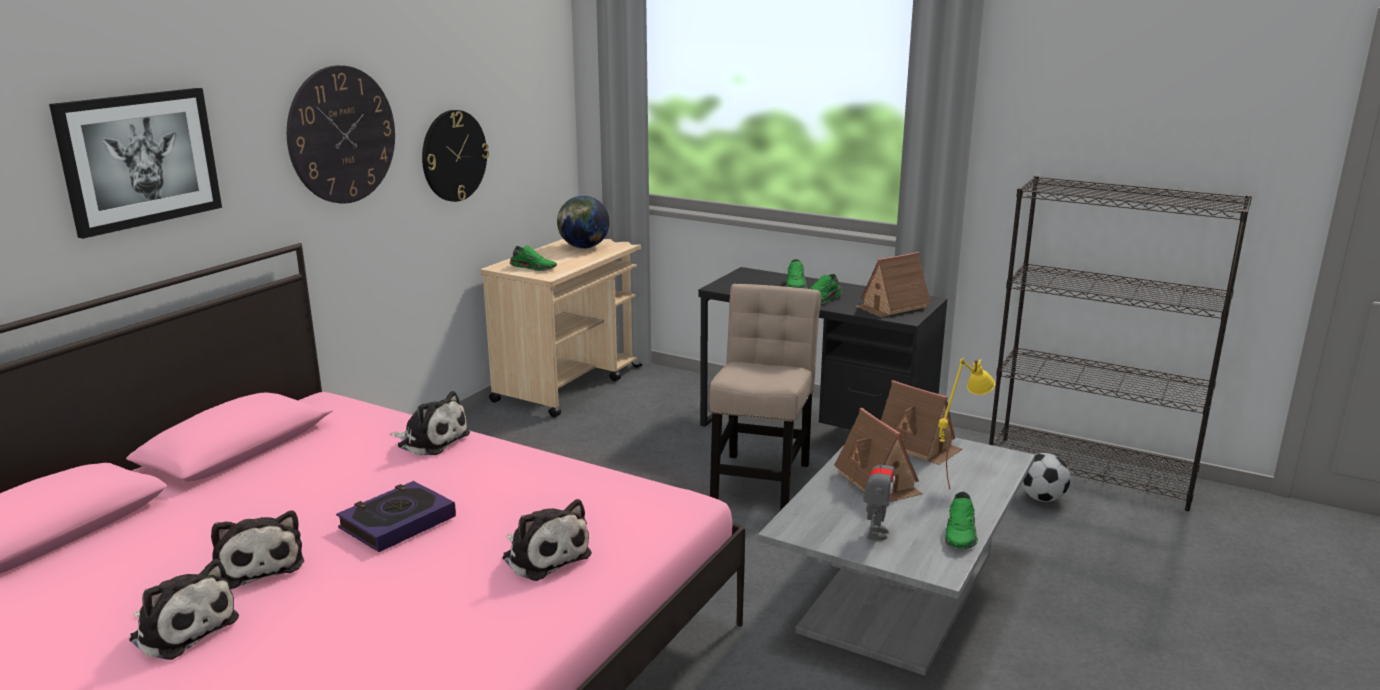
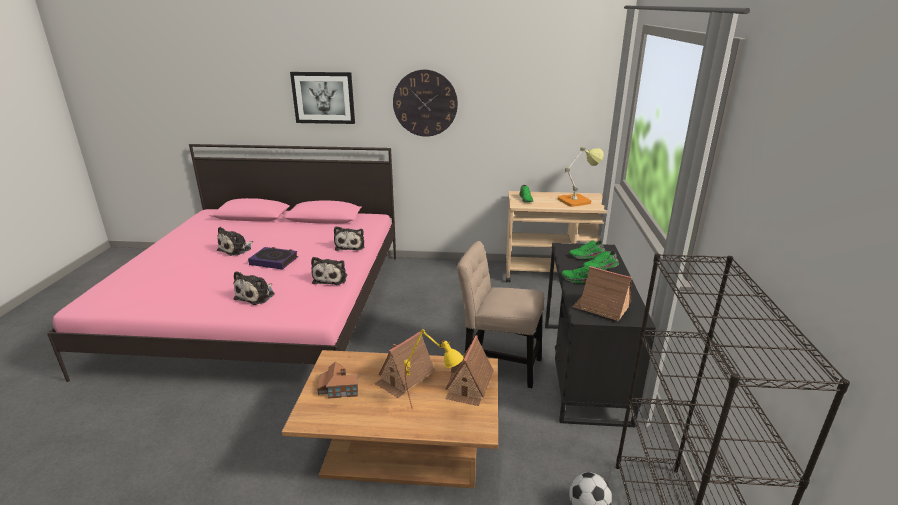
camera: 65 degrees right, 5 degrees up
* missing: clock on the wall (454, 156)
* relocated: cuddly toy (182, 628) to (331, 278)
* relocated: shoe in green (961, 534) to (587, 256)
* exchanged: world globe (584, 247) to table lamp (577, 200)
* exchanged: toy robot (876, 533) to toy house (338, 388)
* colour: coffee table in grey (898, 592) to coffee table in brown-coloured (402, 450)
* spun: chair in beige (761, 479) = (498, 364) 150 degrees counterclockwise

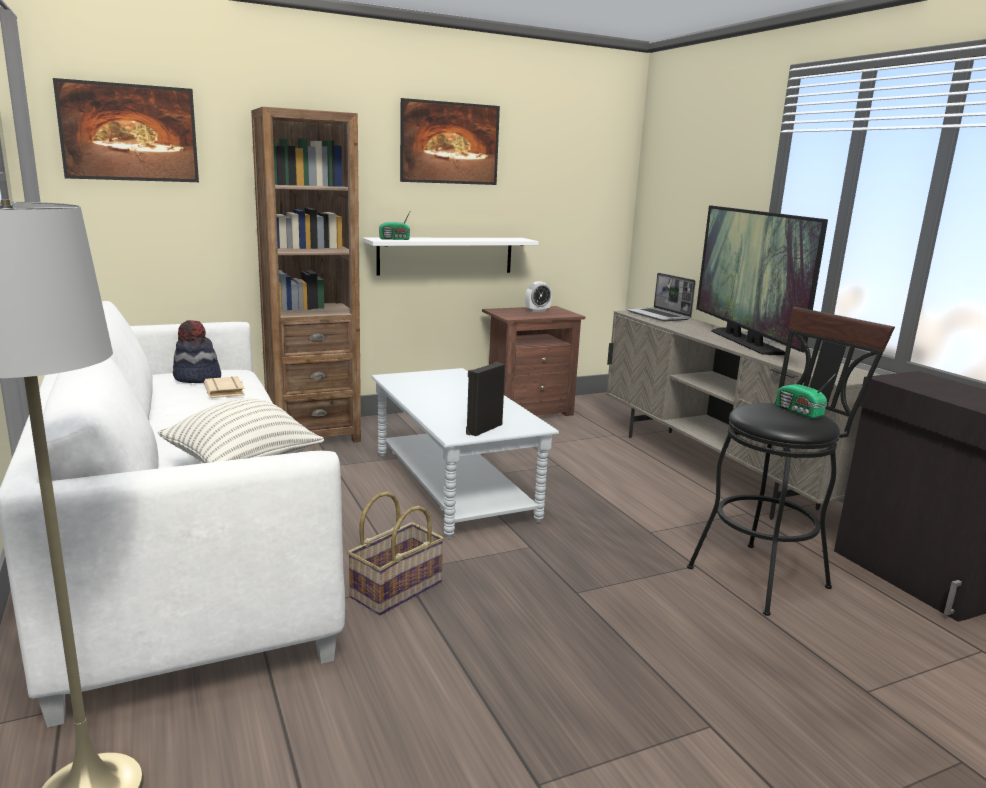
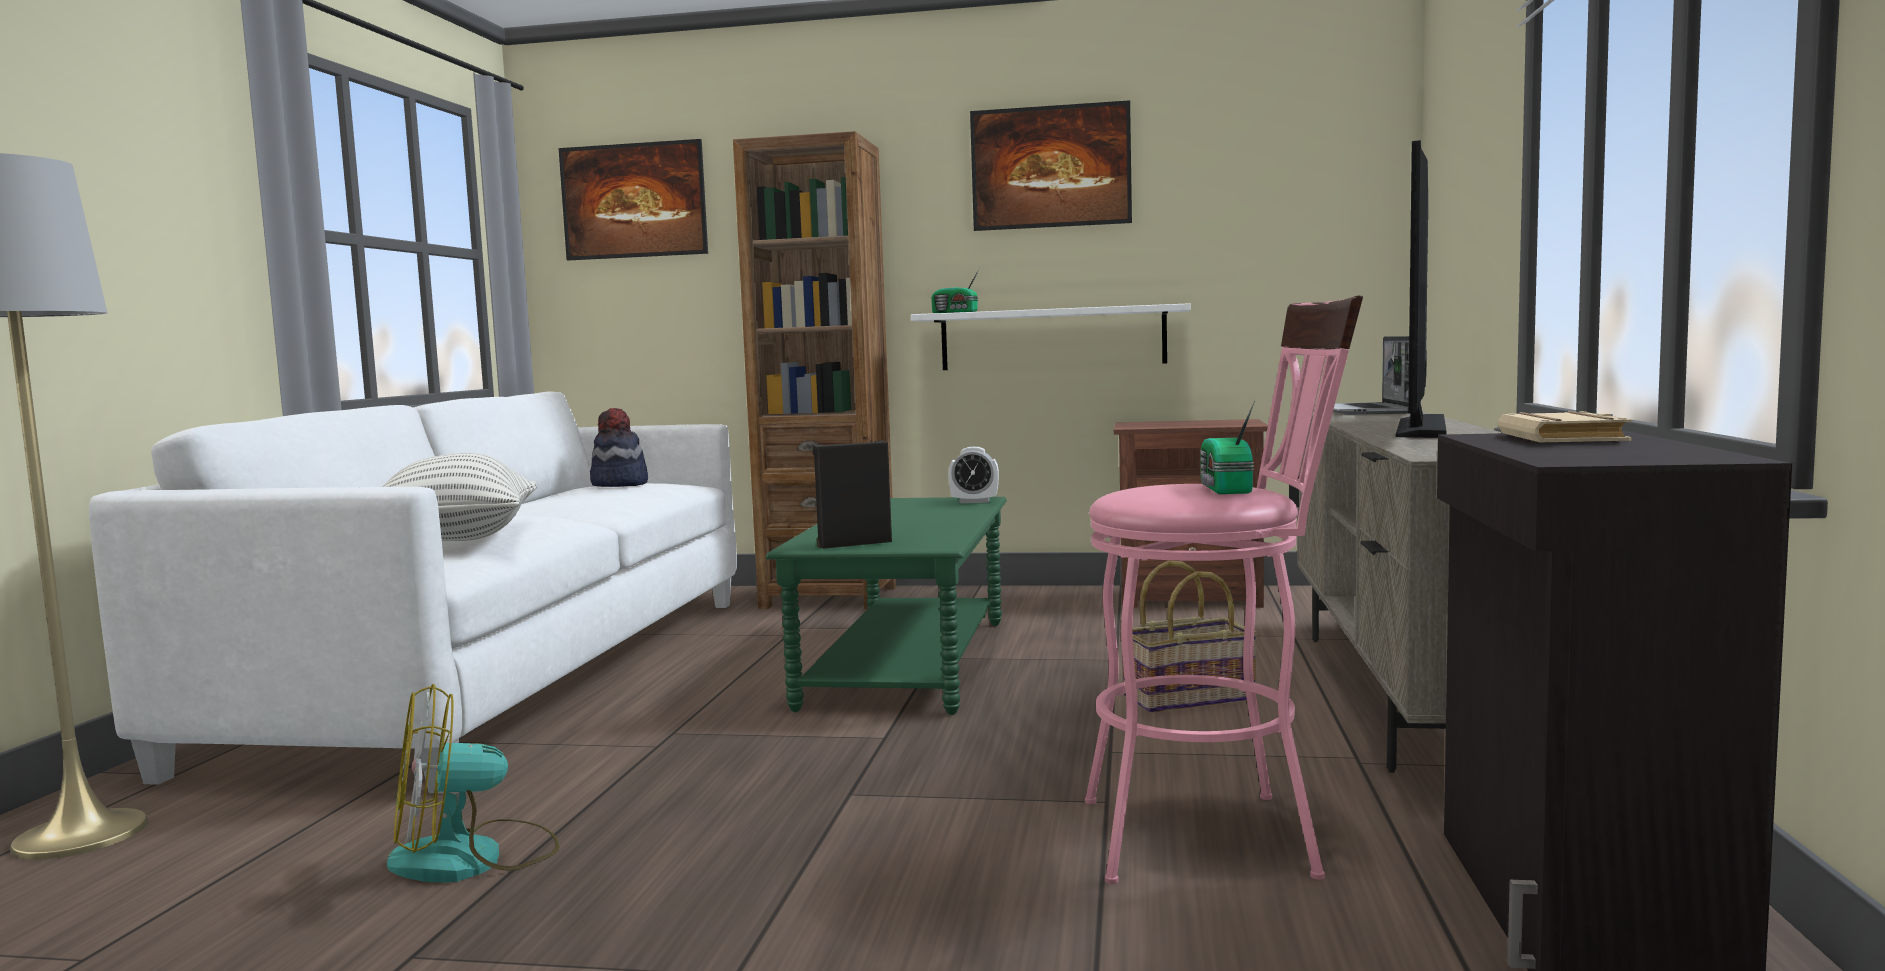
camera: 35 degrees right, 10 degrees down
* appeared: cooling fan (473, 858)
* relocated: bound book in beige (226, 391) to (1567, 439)
* relocated: basket (396, 589) to (1188, 697)
* relocated: alarm clock (537, 310) to (974, 502)
* colour: coffee table in grey (453, 485) to coffee table in green (908, 663)
* colour: stool in blackish (765, 574) to stool in pink (1218, 835)

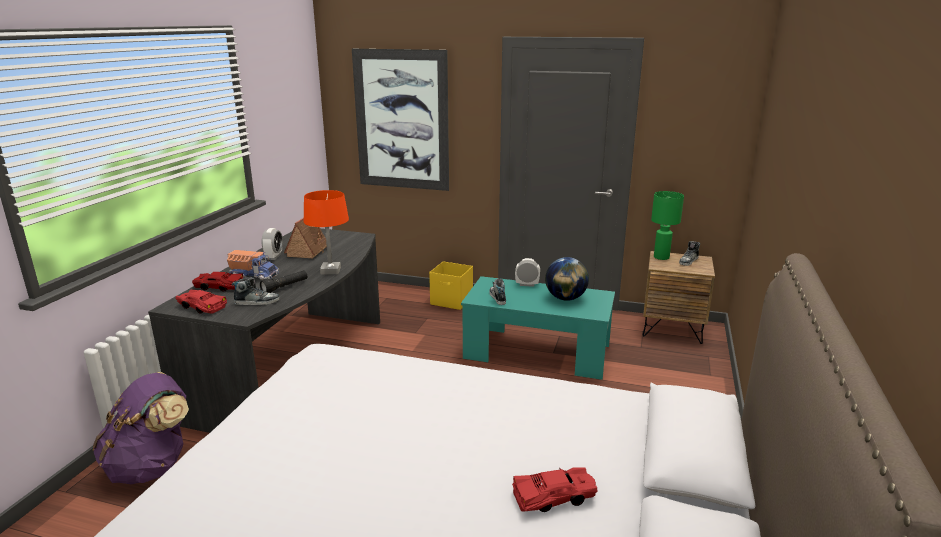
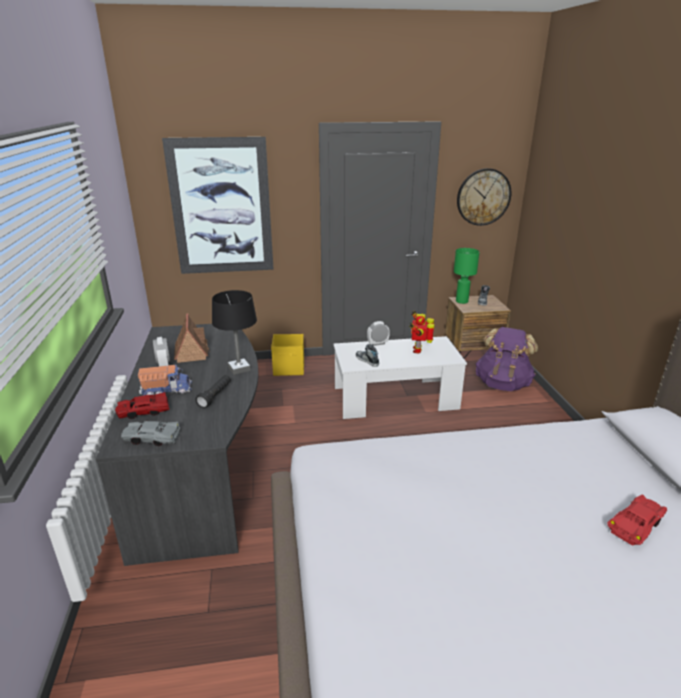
camera: 25 degrees left, 5 degrees up
* missing: shoe (257, 302)
* appeared: clock on the wall (483, 197)
* relocated: rucksack in purplish (152, 466) to (502, 384)
* exchanged: world globe (565, 298) to toy robot (418, 350)
* colour: miniature car in red (201, 307) to miniature car in grey (152, 438)
* colour: table lamp in orange-coloured (330, 271) to table lamp in blackish (239, 369)
* colour: coffee table in blue-green (537, 352) to coffee table in whitish (395, 398)

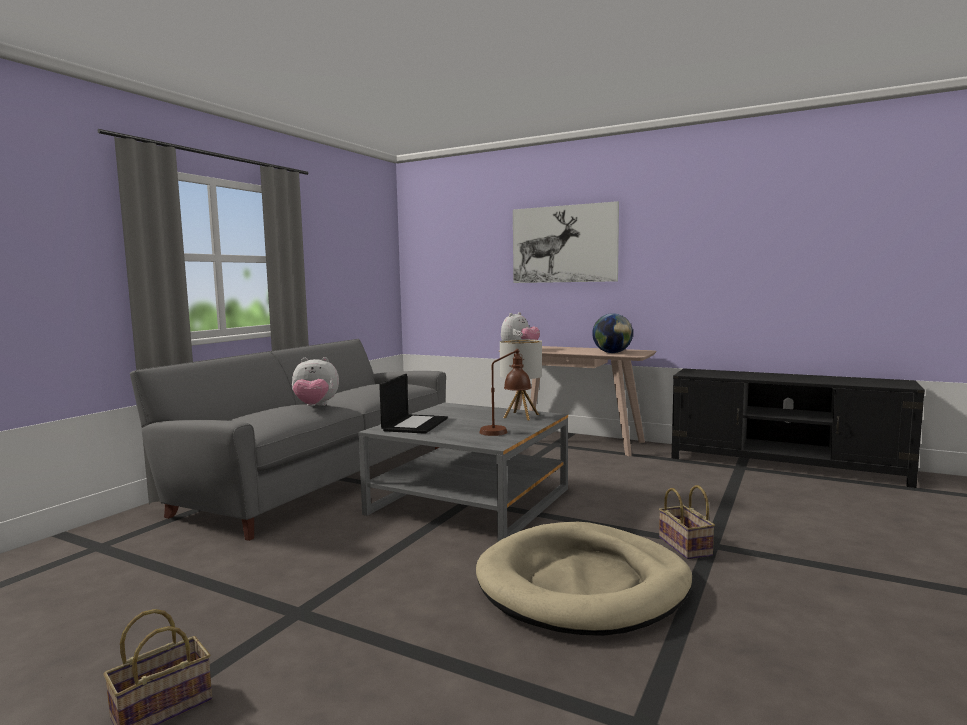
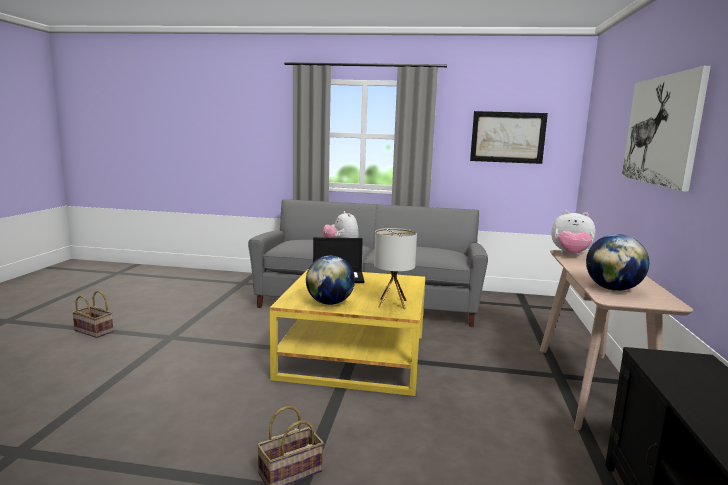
camera: 70 degrees right, 5 degrees up
* missing: dog bed in beige (583, 584)
* appeared: picture (507, 137)
* exchanged: table lamp in brown-coloured (505, 431) to world globe (329, 303)
* colour: coffee table in grey (470, 501) to coffee table in yellow-coloured (354, 356)

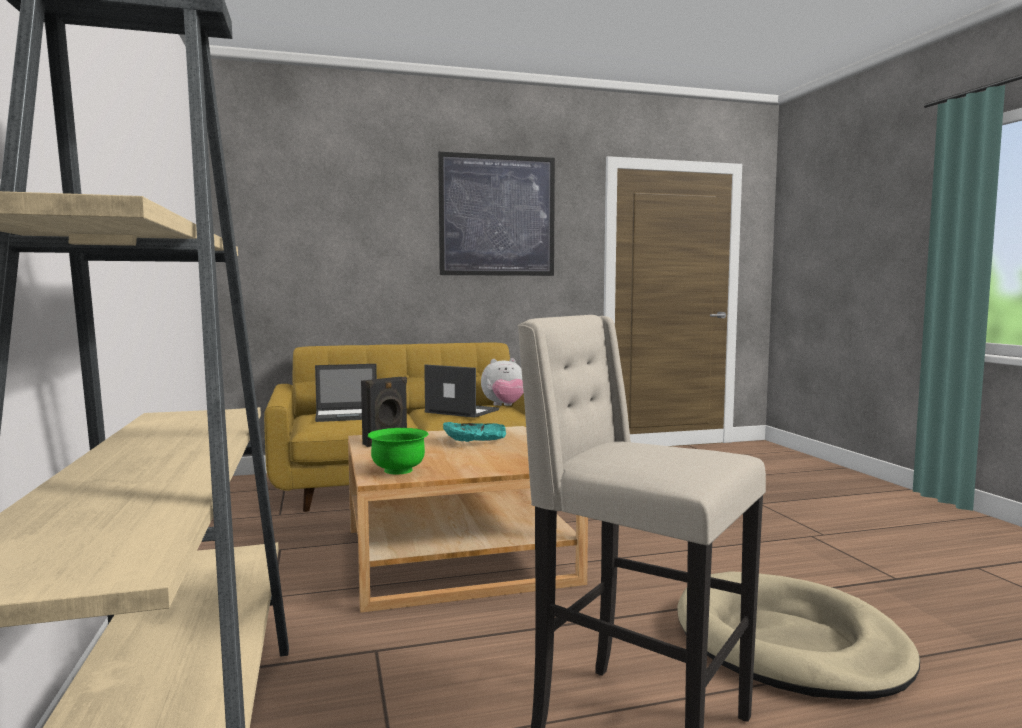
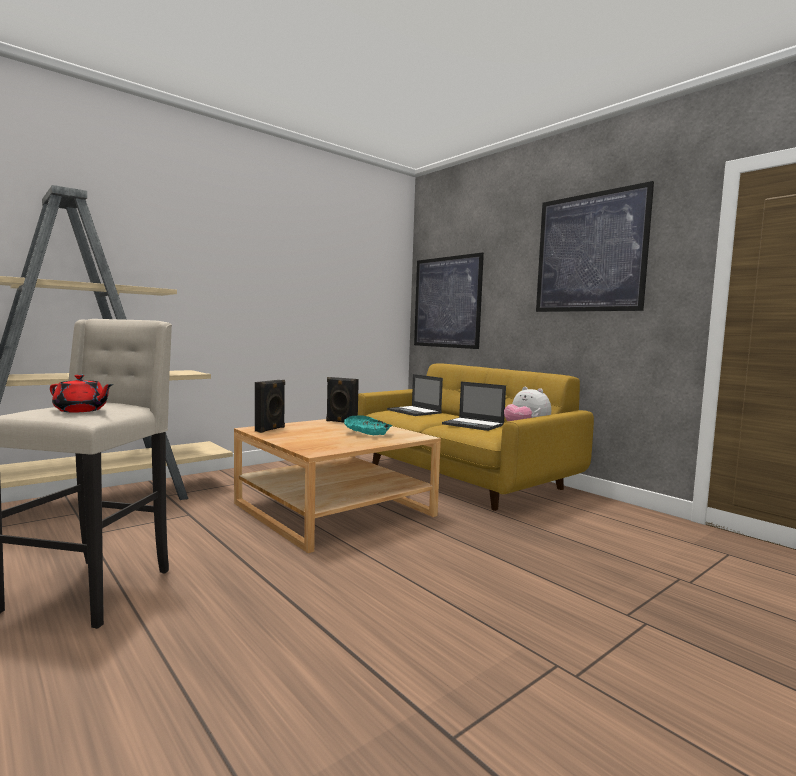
camera: 65 degrees right, 0 degrees up
* missing: dog bed in beige (788, 642)
* appeared: pot for tea in red (81, 410)
* appeared: picture (447, 302)
* exchanged: serving bowl in green (398, 471) to speaker in blackish (271, 429)
* spun: laptop (461, 411) = (474, 424) 120 degrees clockwise

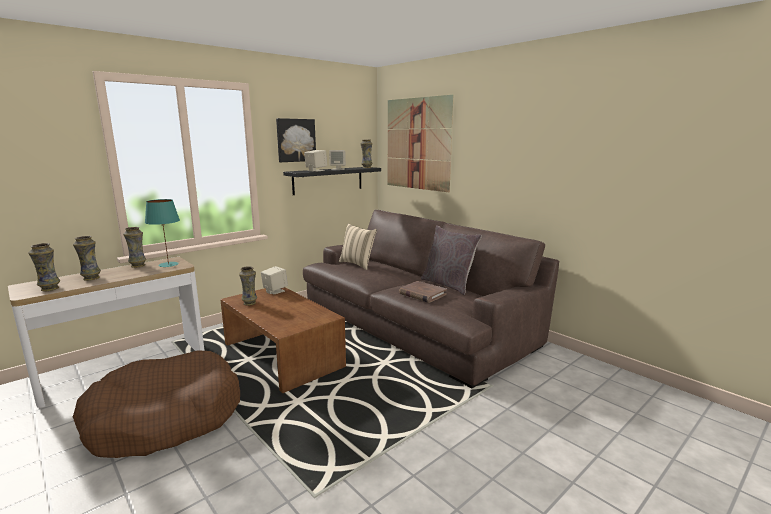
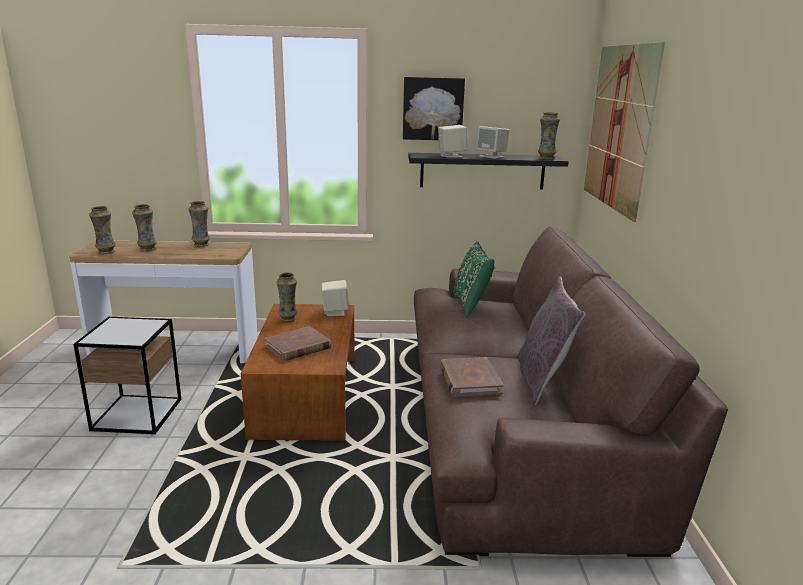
camera: 40 degrees right, 5 degrees up
* missing: table lamp in blue-green (168, 264)
* appeared: bound book in brown-coloured (298, 347)
* exchanged: dog bed in brown-coloured (165, 418) to end table (137, 414)
* colour: throw pillow in beige (358, 264) to throw pillow in green (471, 305)

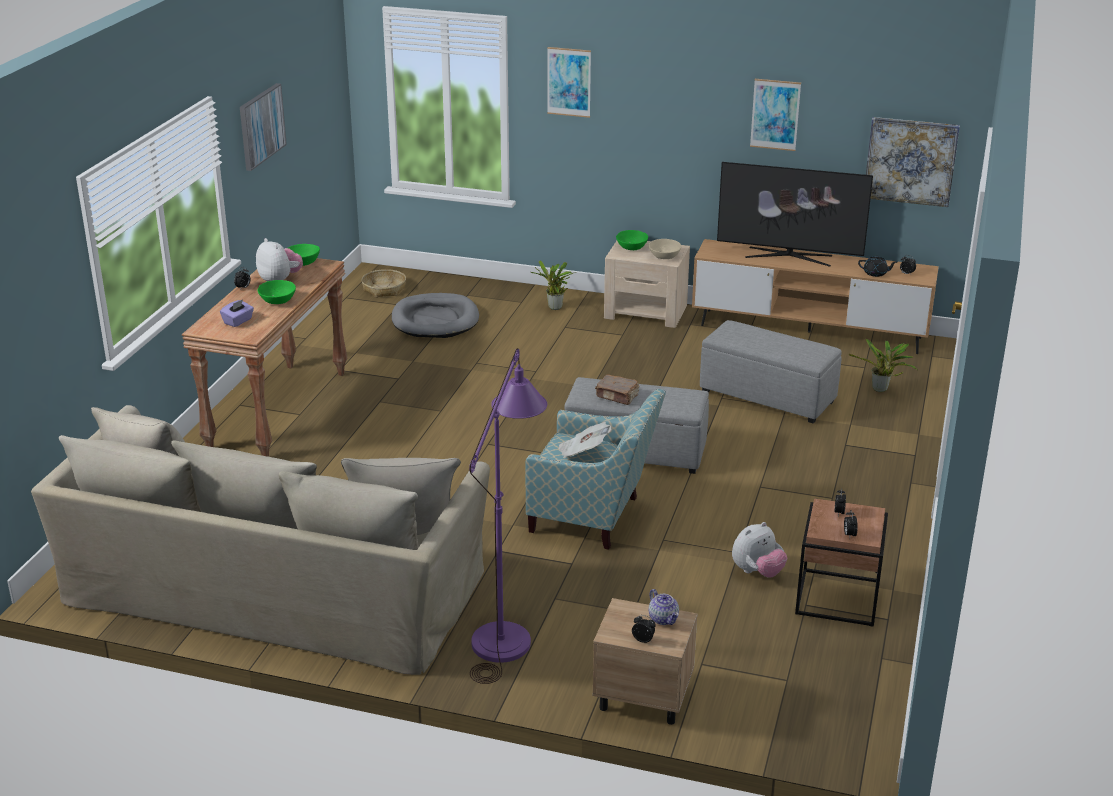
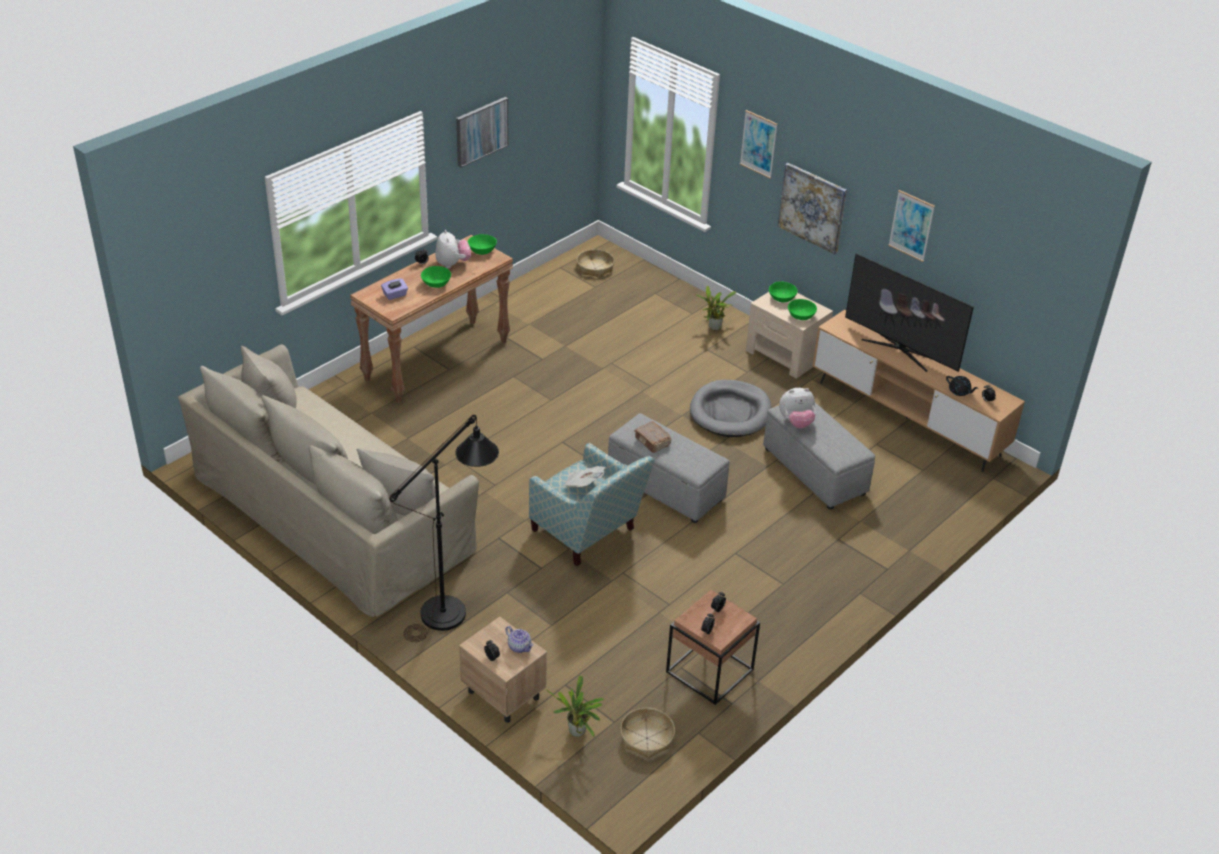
camera: 25 degrees right, 10 degrees up
* appeared: basket (646, 738)
* relocated: dog bed in grey (435, 320) to (730, 412)
* relocated: cuddly toy (757, 572) to (796, 422)
* relocated: potted plant (881, 390) to (577, 733)
* relocated: picture (910, 161) to (812, 207)
* colour: floor lamp in purplish (506, 633) to floor lamp in blackish (453, 607)
* colour: serving bowl in beige (665, 256) to serving bowl in green (801, 316)
* spun: pot for tea (664, 619) = (520, 647) 45 degrees counterclockwise

